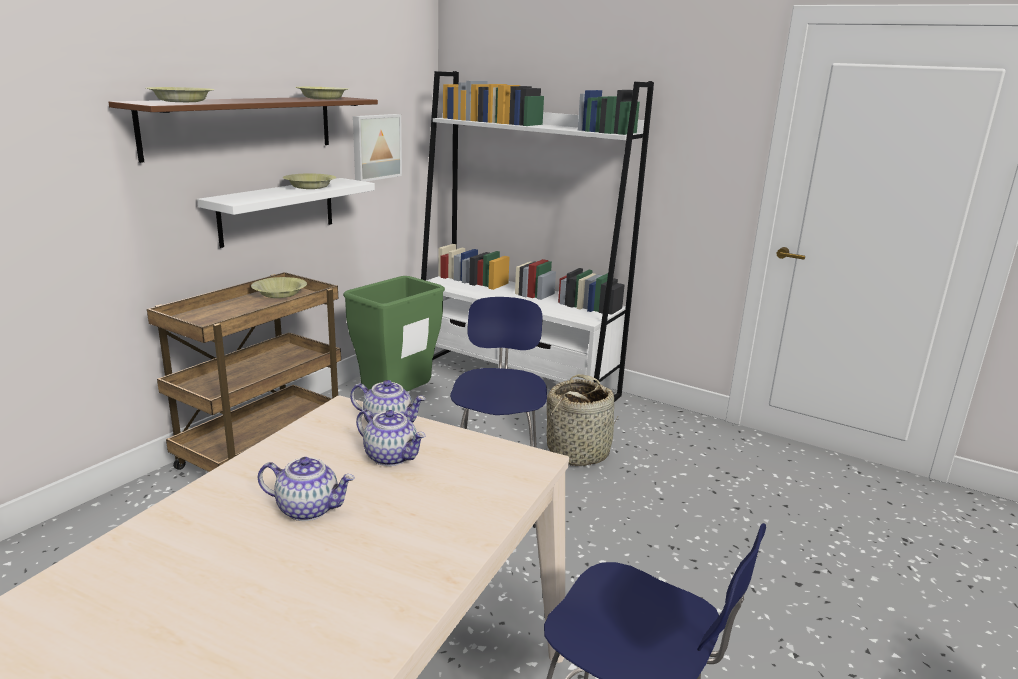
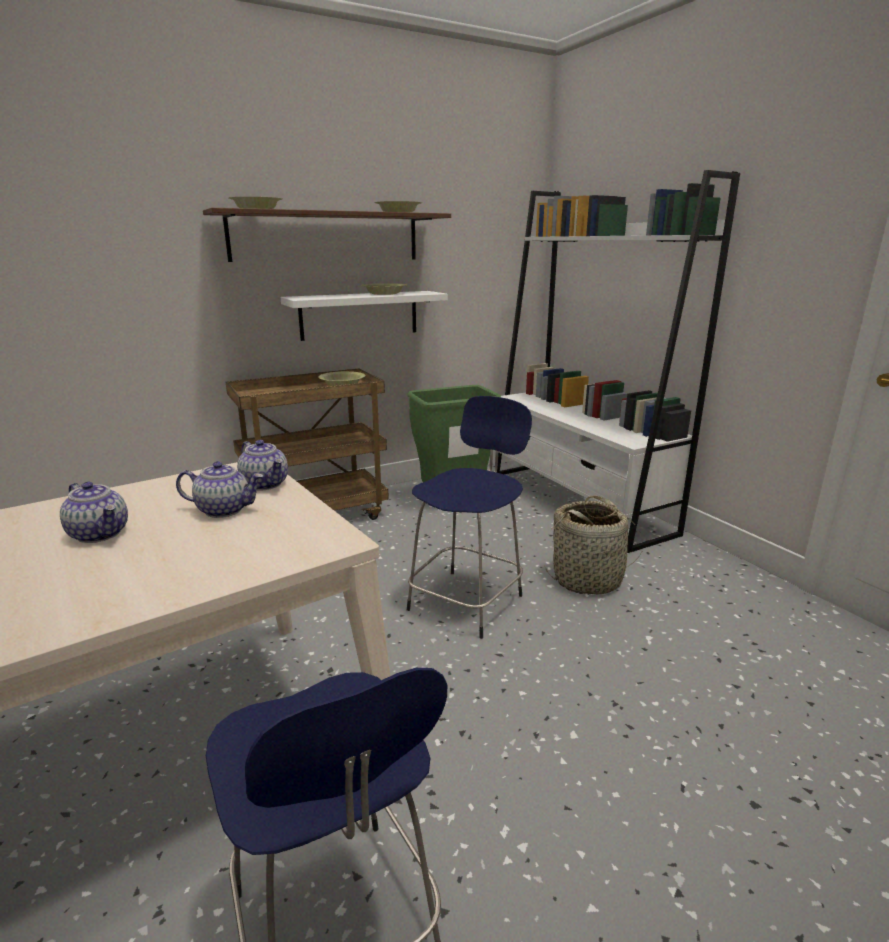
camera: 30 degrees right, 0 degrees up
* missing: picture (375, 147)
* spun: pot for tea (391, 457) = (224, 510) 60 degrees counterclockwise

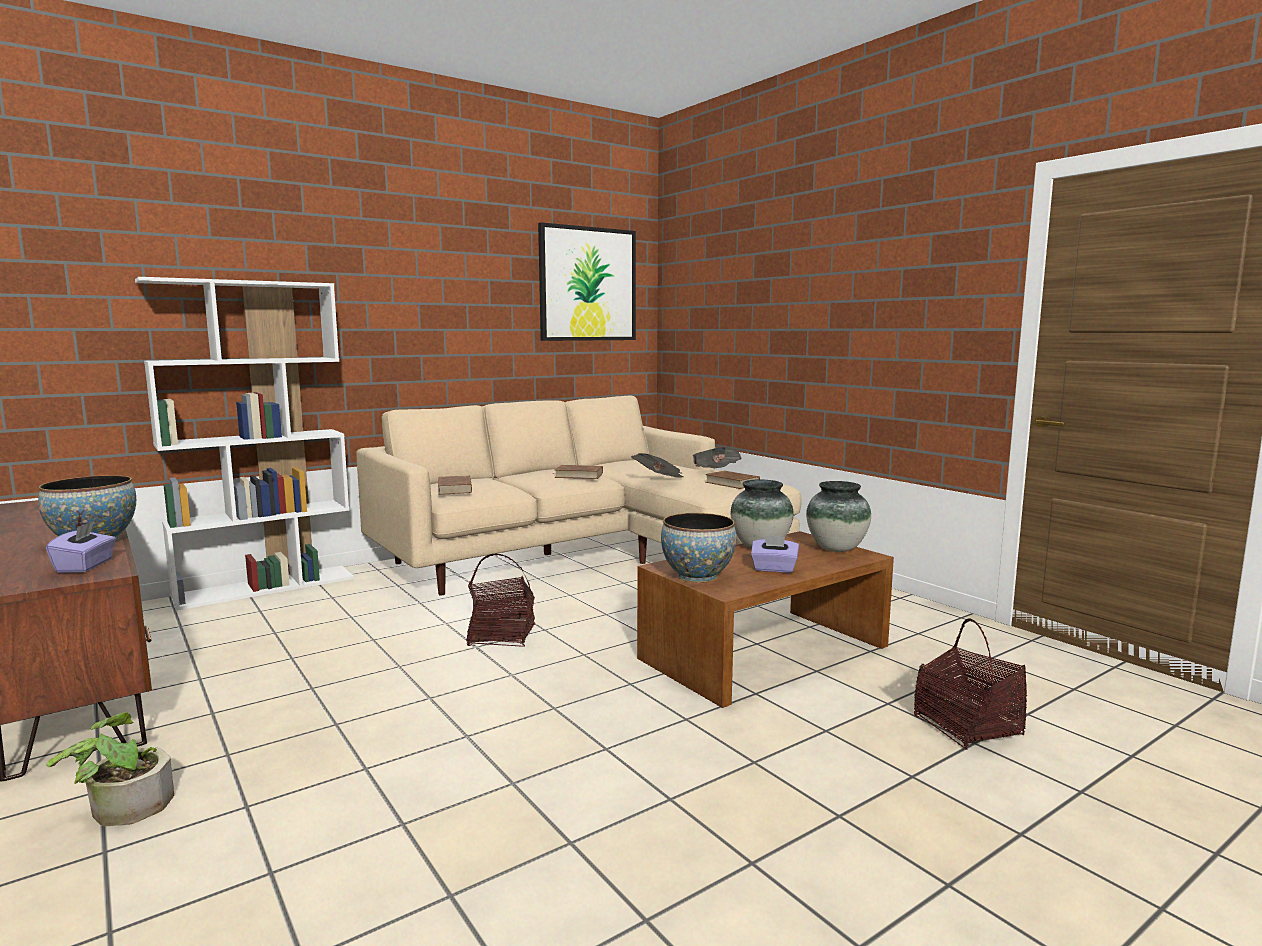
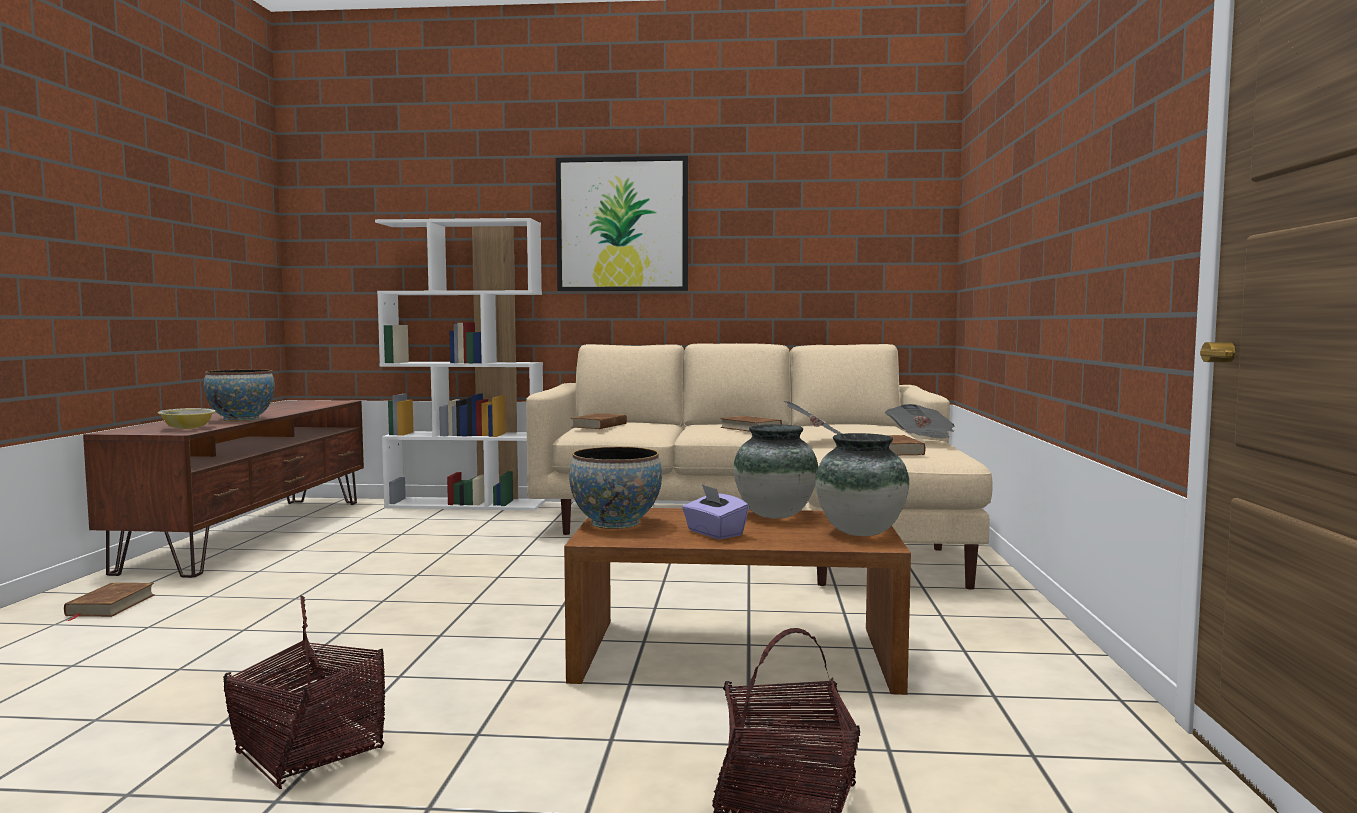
camera: 40 degrees right, 5 degrees down
* relocated: basket (501, 635) to (310, 752)
* relocated: picture (587, 284) to (622, 224)
* exchanged: tissue holder in purplish (85, 566) to serving bowl (187, 428)
* exchanged: potted plant (121, 806) to bound book in brown-coloured (110, 605)

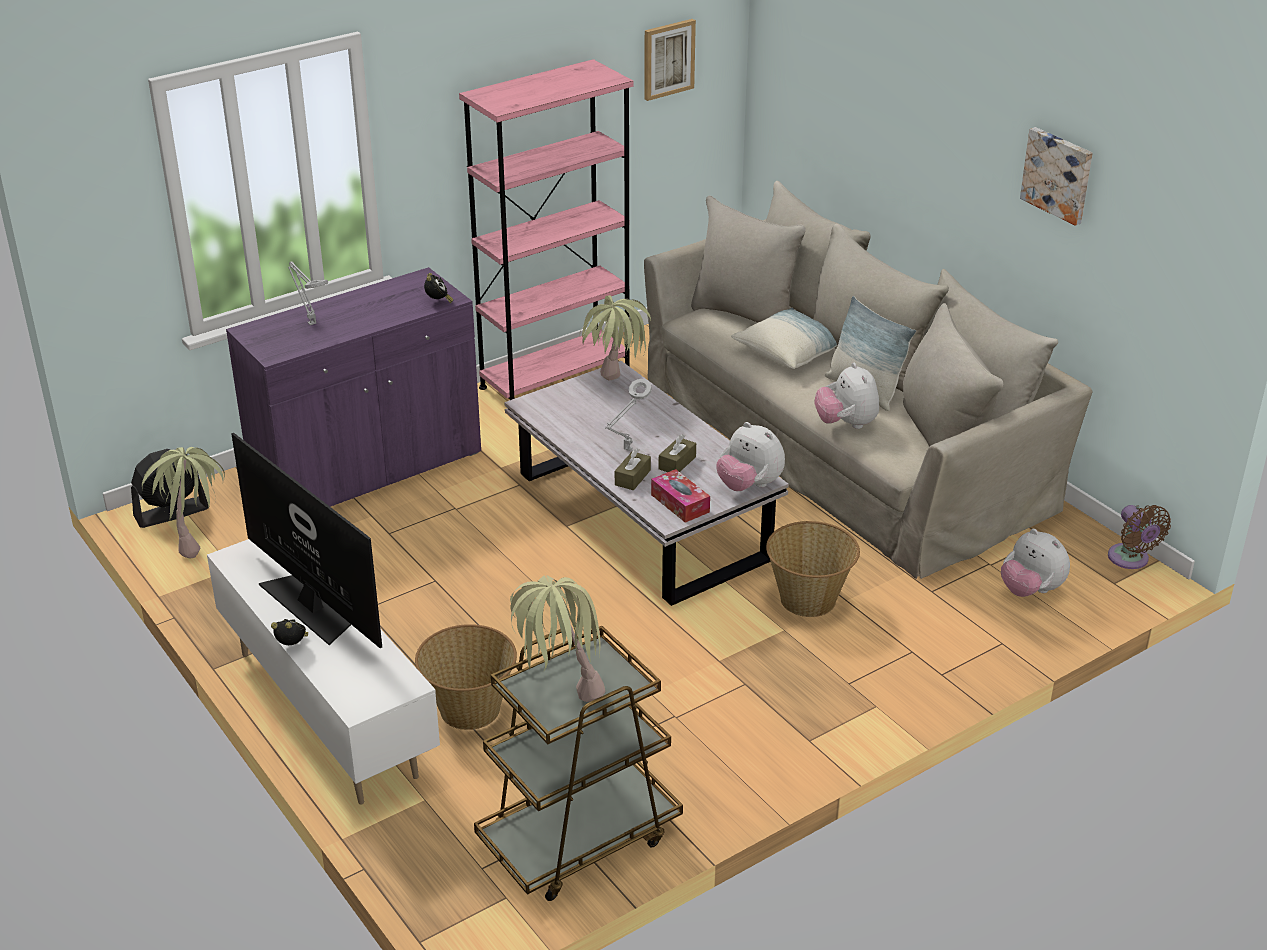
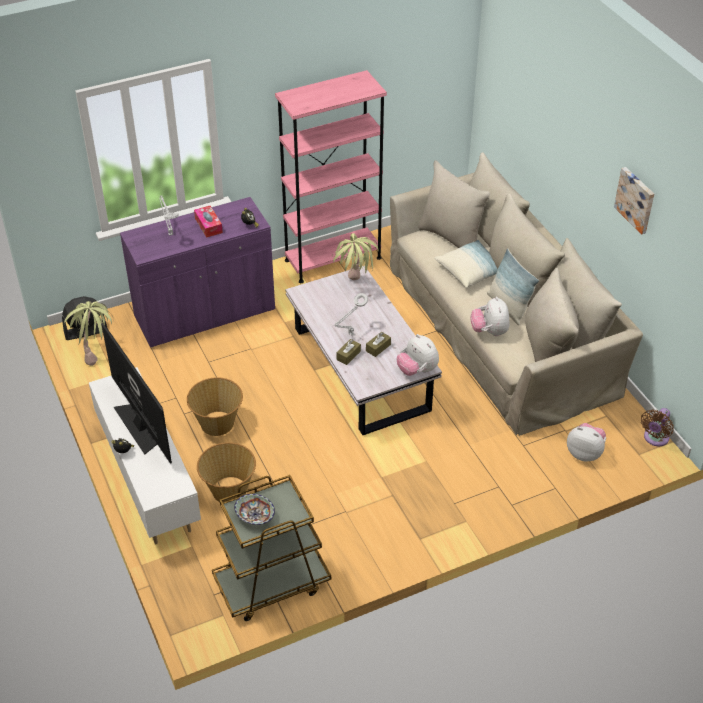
camera: 10 degrees right, 10 degrees up
* missing: picture (668, 59)
* relocated: tissue holder (680, 503) to (208, 225)
* relocated: basket (809, 600) to (217, 424)
* exchanged: potted plant (558, 693) to serving bowl (255, 516)
* spun: cuddly toy (1030, 590) = (584, 453) 150 degrees clockwise
* spun: cooling fan in brown-coloured (1130, 560) = (655, 439) 45 degrees clockwise

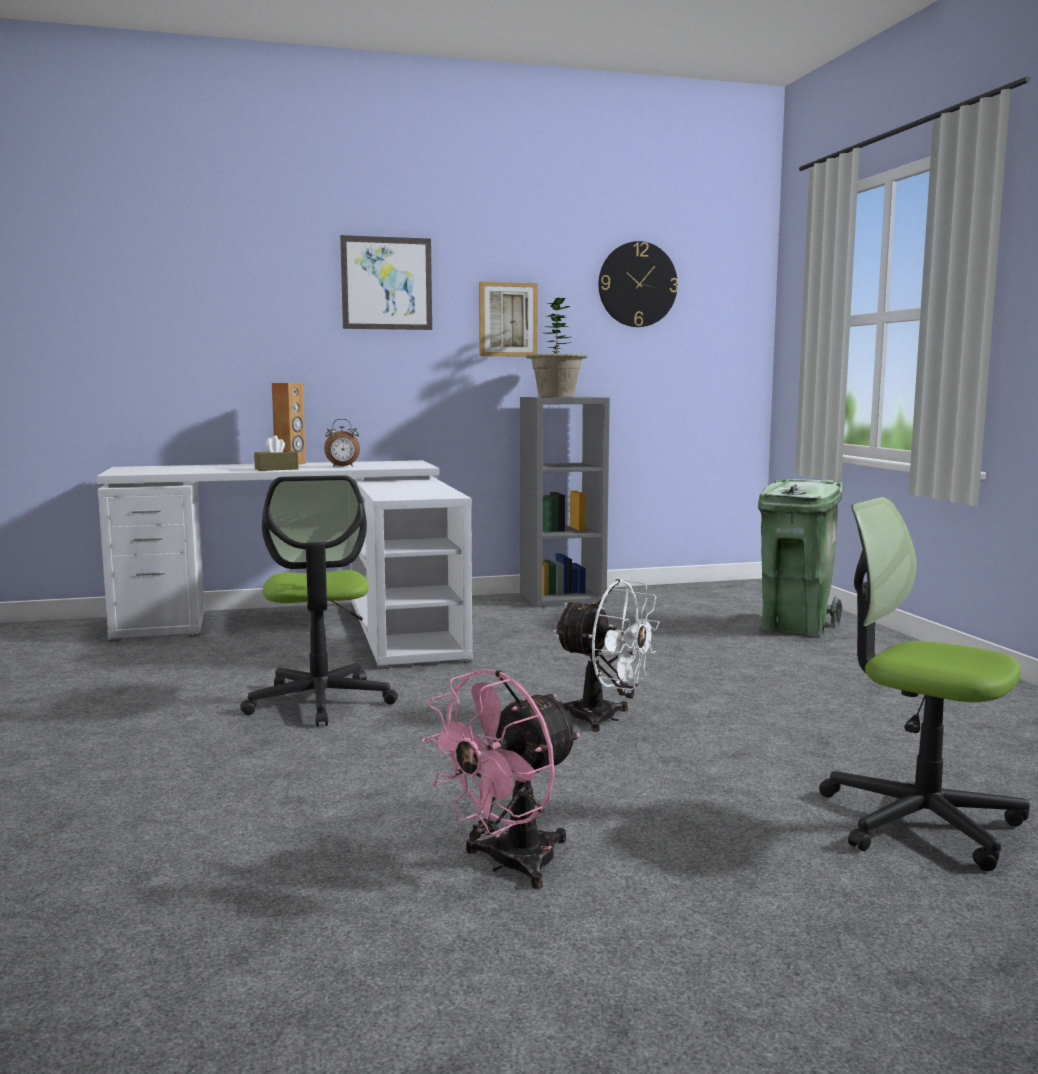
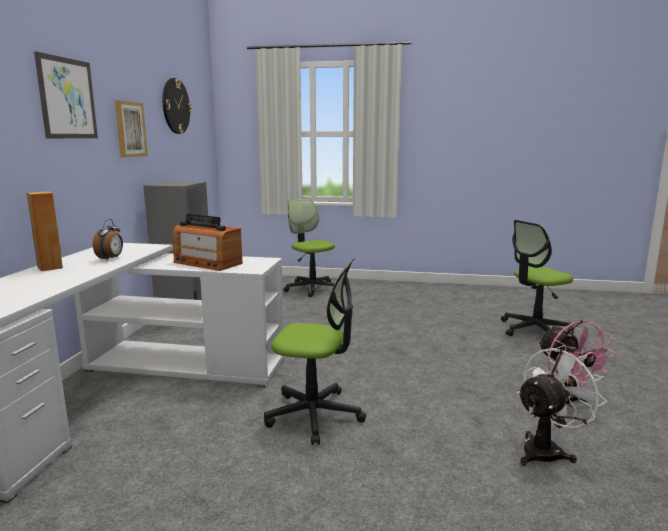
camera: 65 degrees left, 5 degrees up
* missing: tissue holder in brown-coloured (276, 469)
* missing: potted plant (556, 396)
* appeared: radio receiver (207, 263)
* relocated: cooling fan in whitish (605, 719) to (547, 450)
* exchanged: waste bin in green (796, 627) to office chair (311, 288)

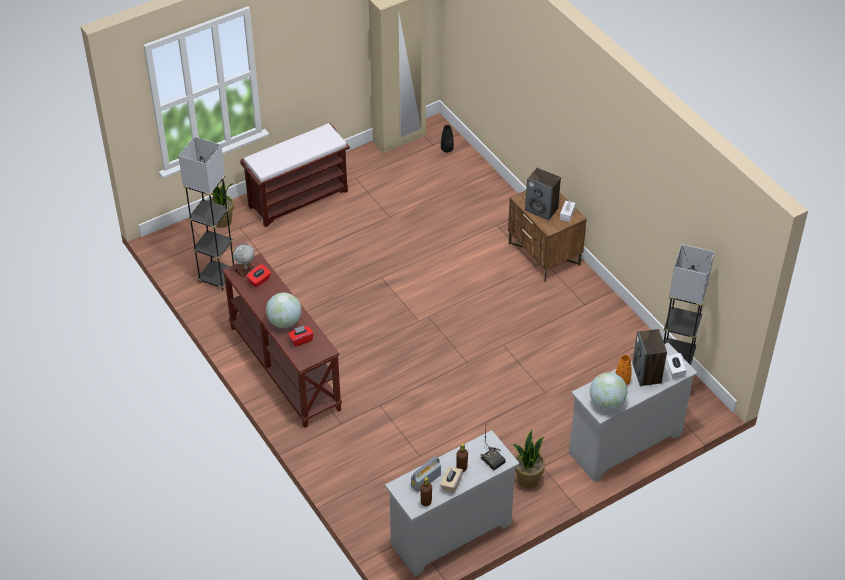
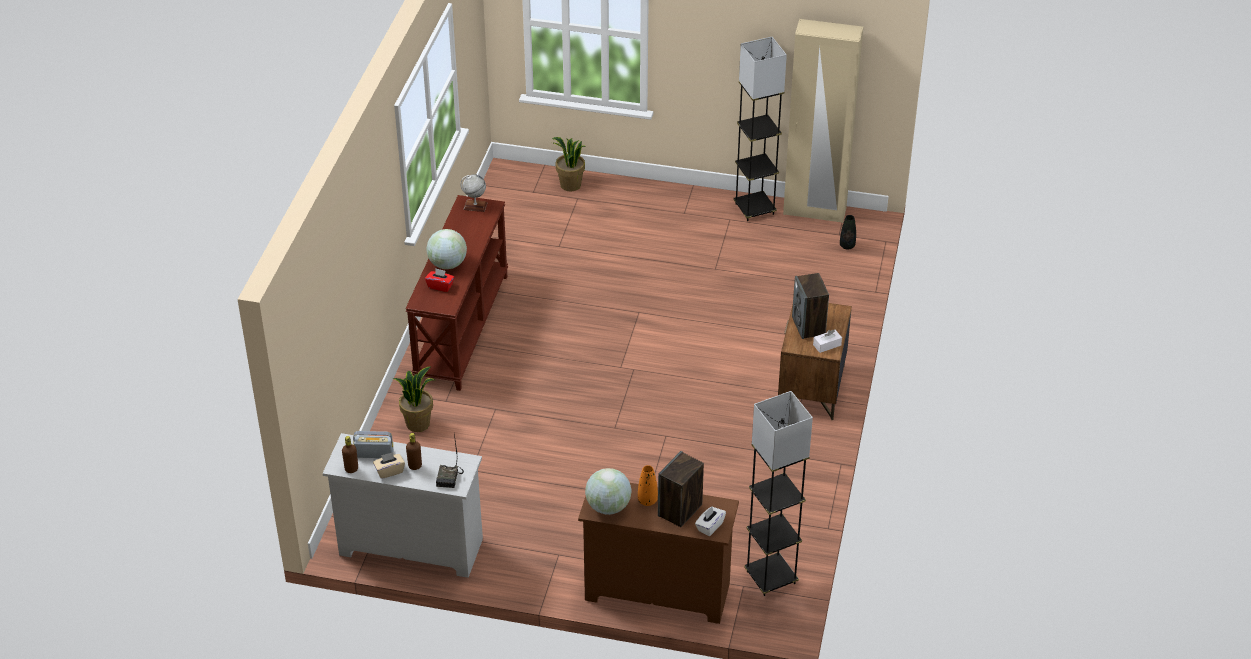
camera: 45 degrees right, 5 degrees down
* missing: long seat in brown-coloured (299, 198)
* missing: tissue holder in red (259, 281)
* relocated: floor lamp in grey (217, 277) to (754, 209)
* relocated: potted plant (527, 480) to (418, 423)
* colour: dresser in whitish (624, 444) to dresser in brown-coloured (656, 591)

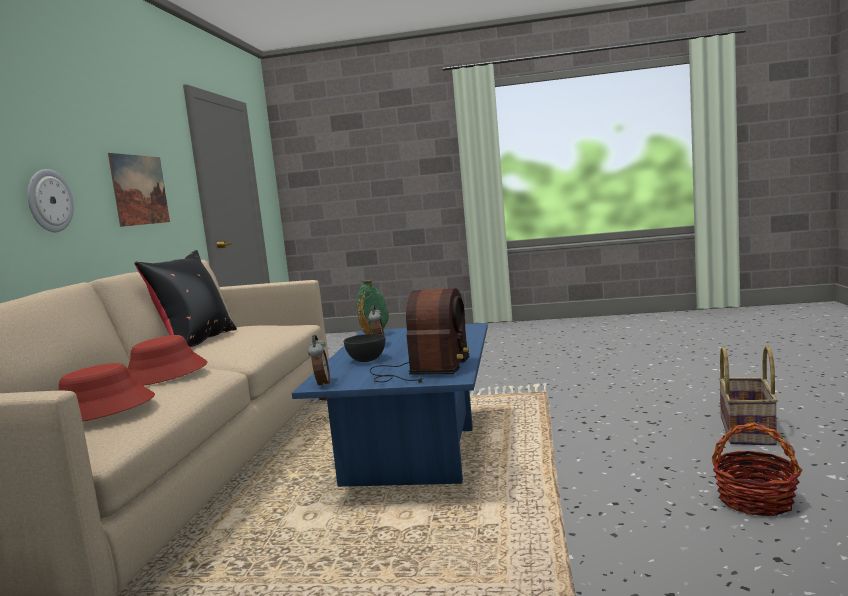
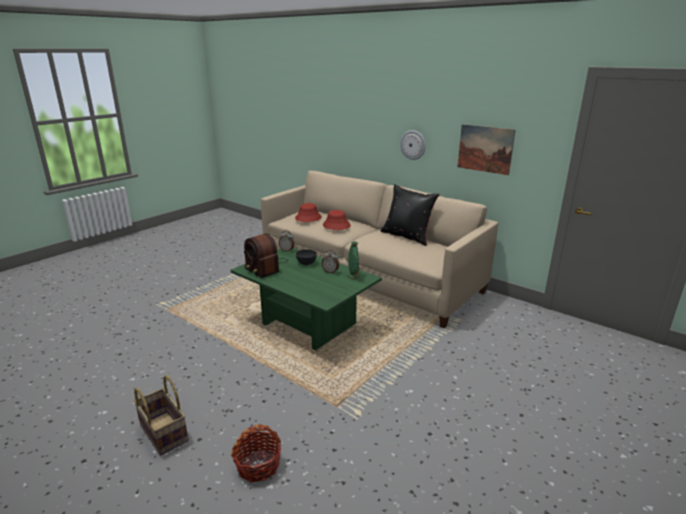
camera: 120 degrees right, 15 degrees up
* relocated: basket (755, 501) to (258, 465)
* colour: coffee table in blue-coloured (416, 457) to coffee table in green (306, 325)

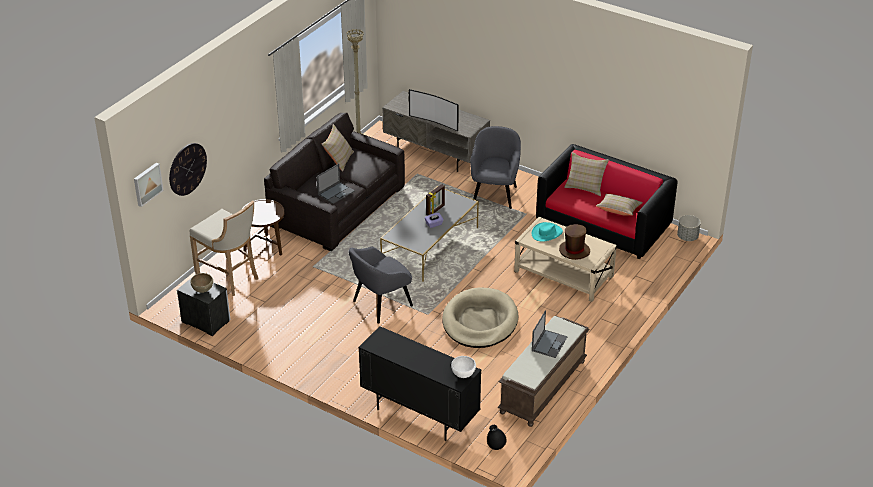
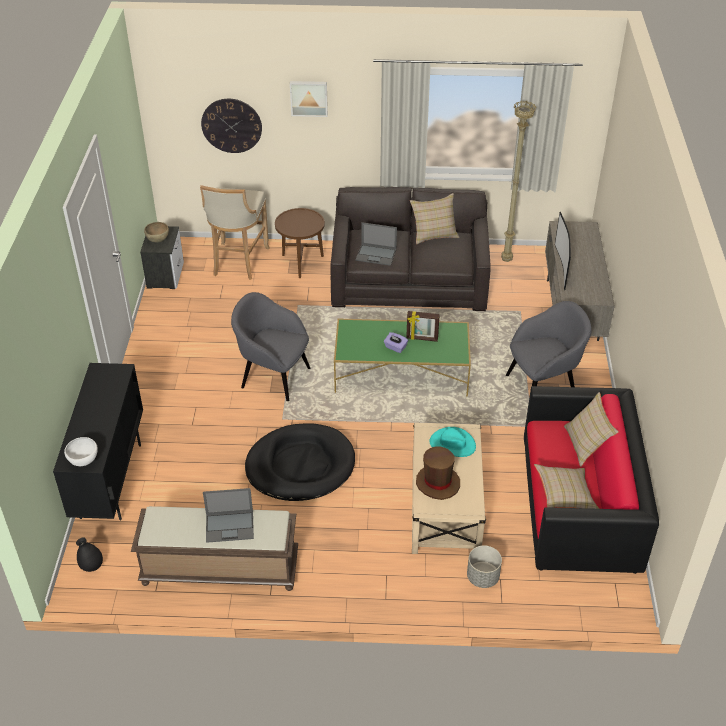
camera: 60 degrees right, 5 degrees up
* relocated: picture (147, 184) to (309, 98)
* relocated: plant pot in grey (687, 237) to (483, 577)
* colour: coffee table in grey (430, 246) to coffee table in green (402, 373)
* colour: dog bed in beige (480, 321) to dog bed in blackish (300, 466)

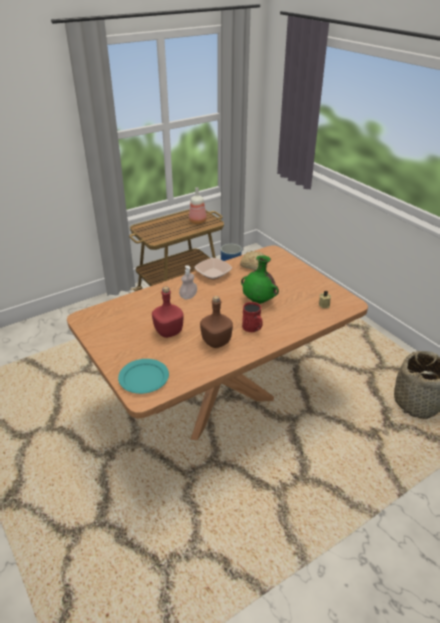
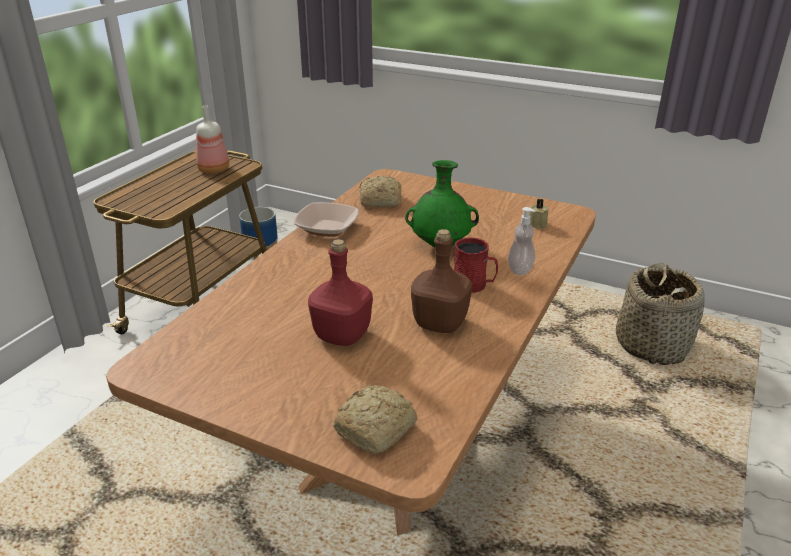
camera: 30 degrees left, 5 degrees down
* relocated: soap dispenser (188, 296) to (520, 269)
* exchanged: plate in blue-green (144, 378) to bakery bread (377, 428)

